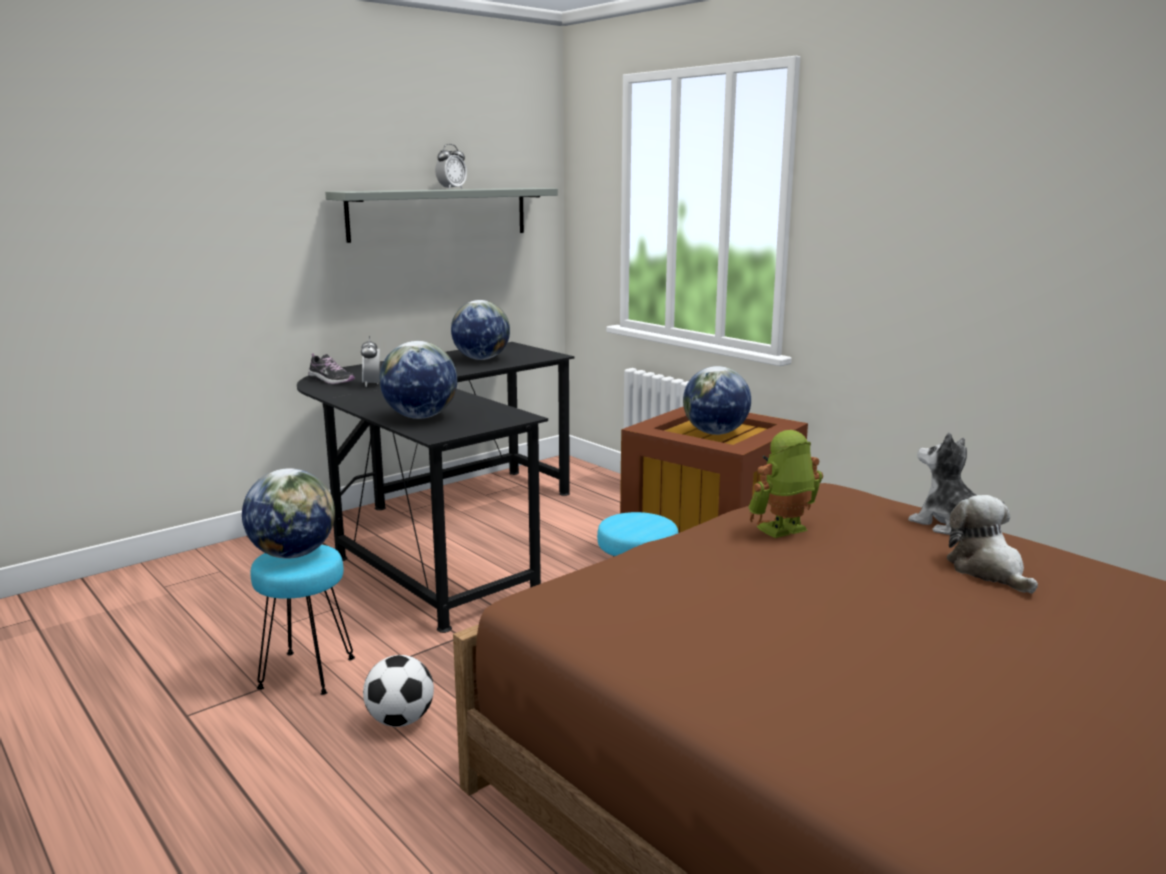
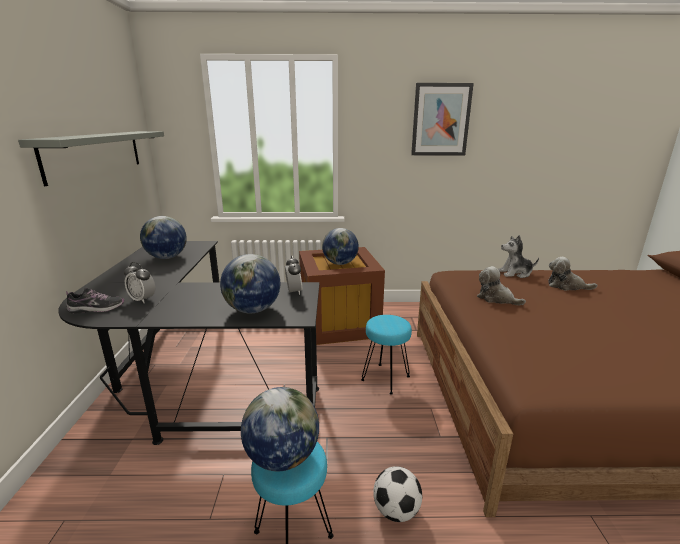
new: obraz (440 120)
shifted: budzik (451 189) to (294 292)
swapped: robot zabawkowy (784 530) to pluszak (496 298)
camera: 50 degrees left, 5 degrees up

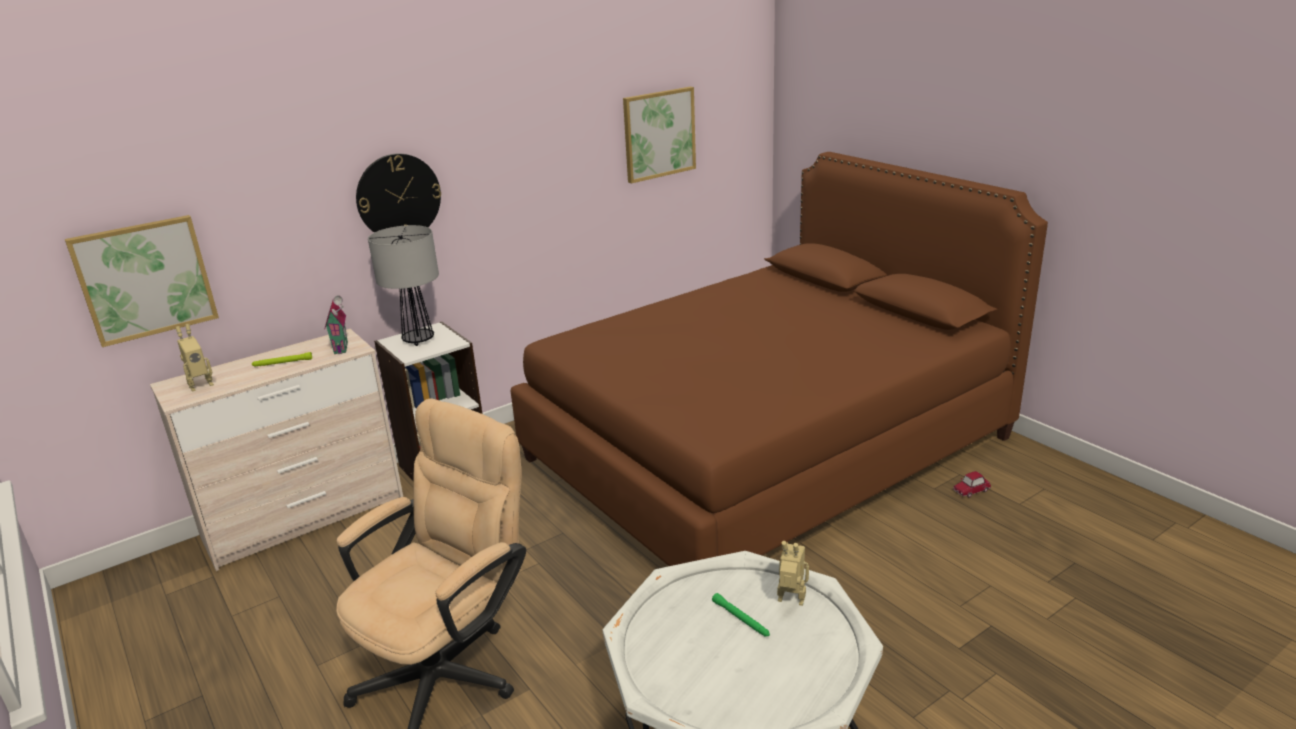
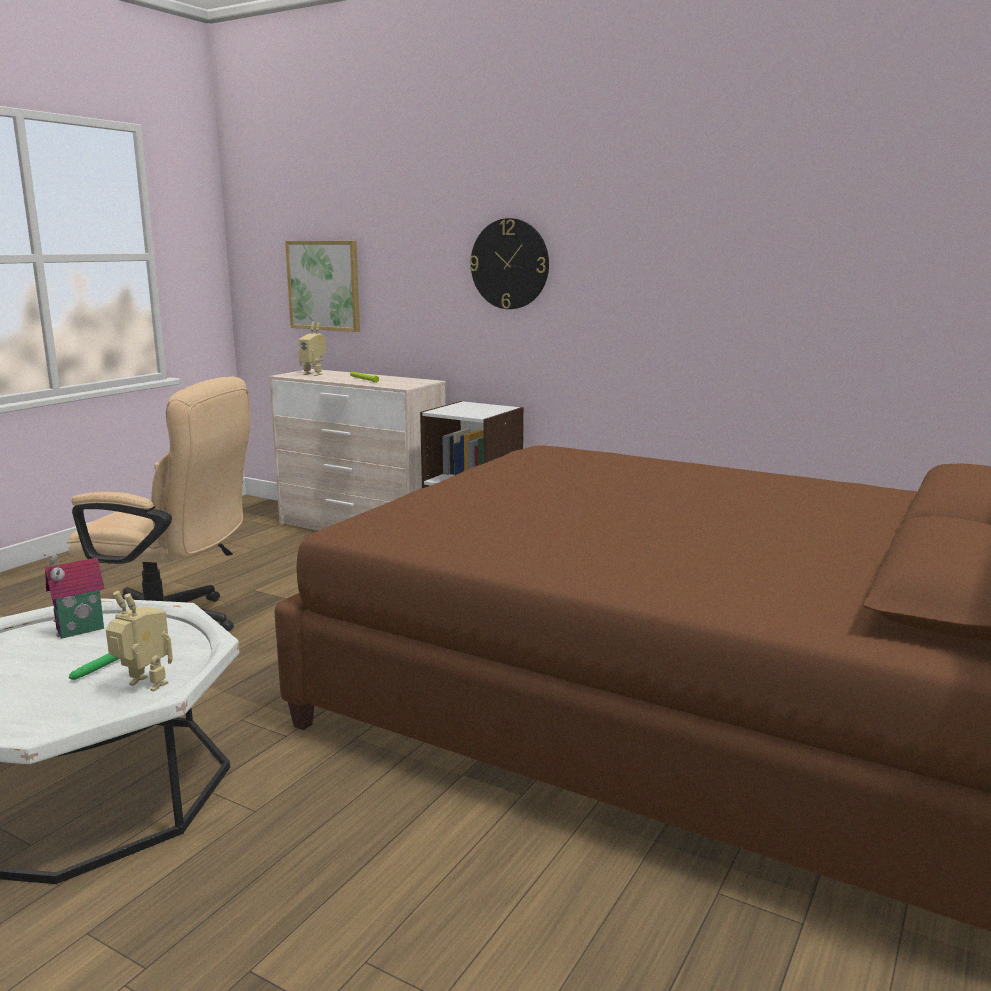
gone: lampa stołowa (419 340); obraz (659 134); samochodzik (971 490)
shifted: domek (343 348) to (81 631)
rotated: robot zabawkowy (790 602) = (143 686) 60 degrees counterclockwise
camera: 65 degrees right, 10 degrees down

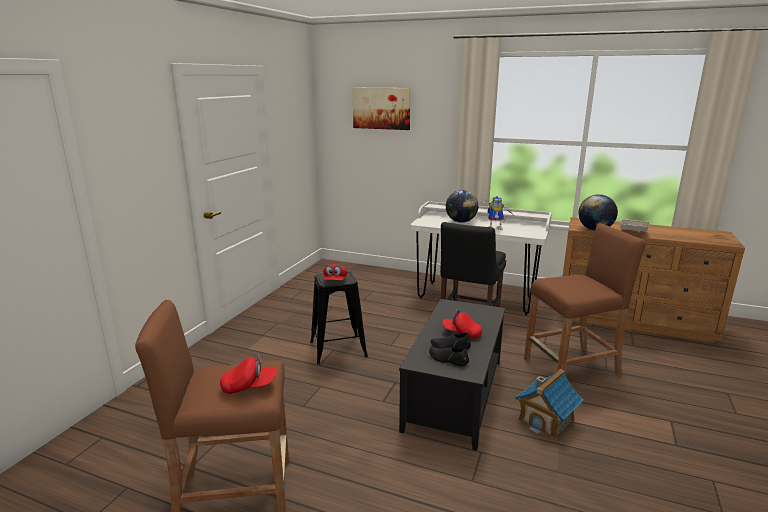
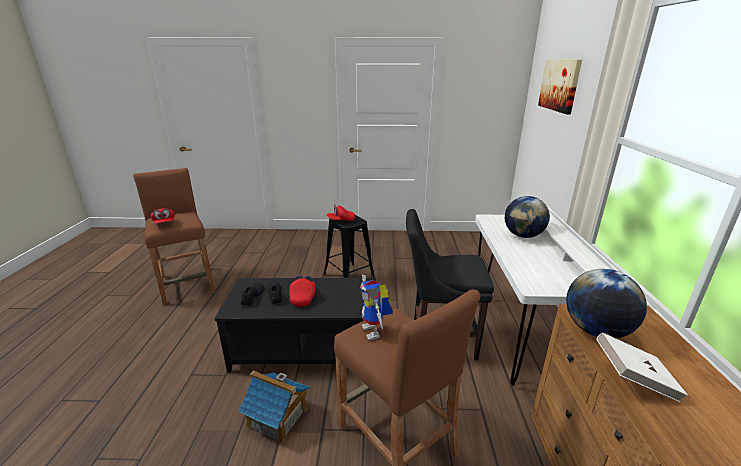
shifted: robot zabawkowy (496 228) to (375 332)
camera: 70 degrees right, 5 degrees up

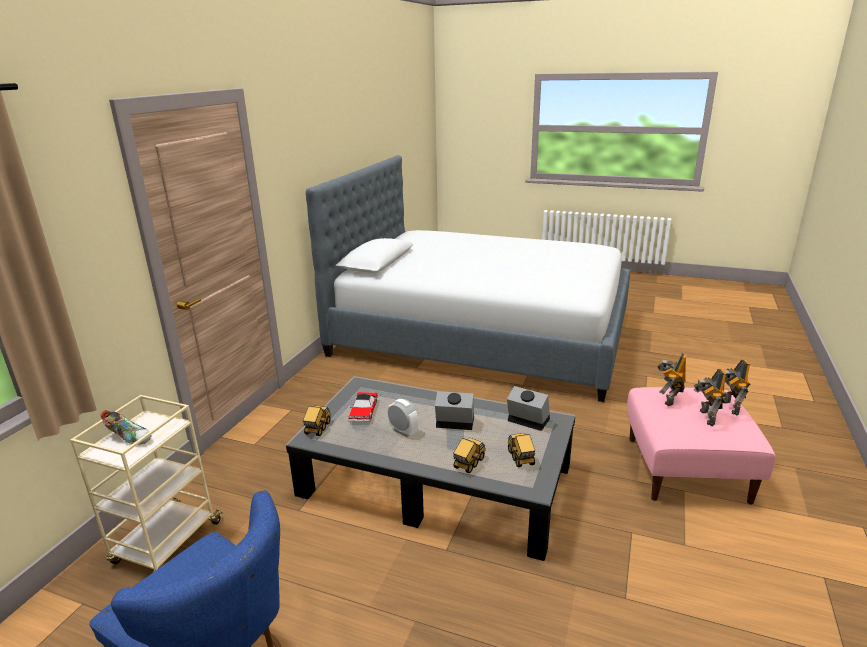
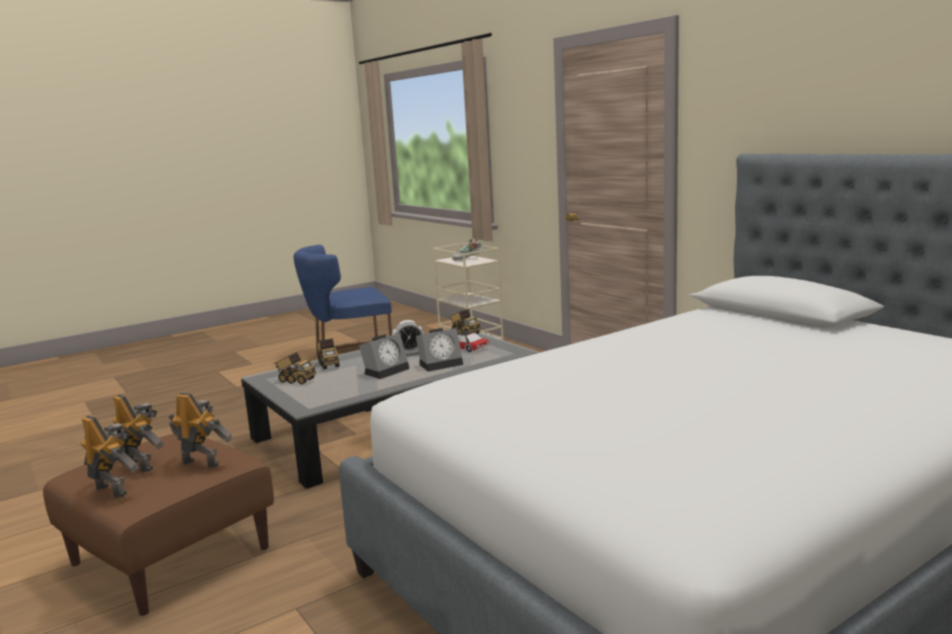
shifted: budzik (526 420) to (441 364)
repainted: pufa [różowy] (687 469) to pufa [brązowy] (169 556)
rotated: robot zabawkowy (669 399) = (201 462) 45 degrees counterclockwise
camera: 125 degrees right, 10 degrees down

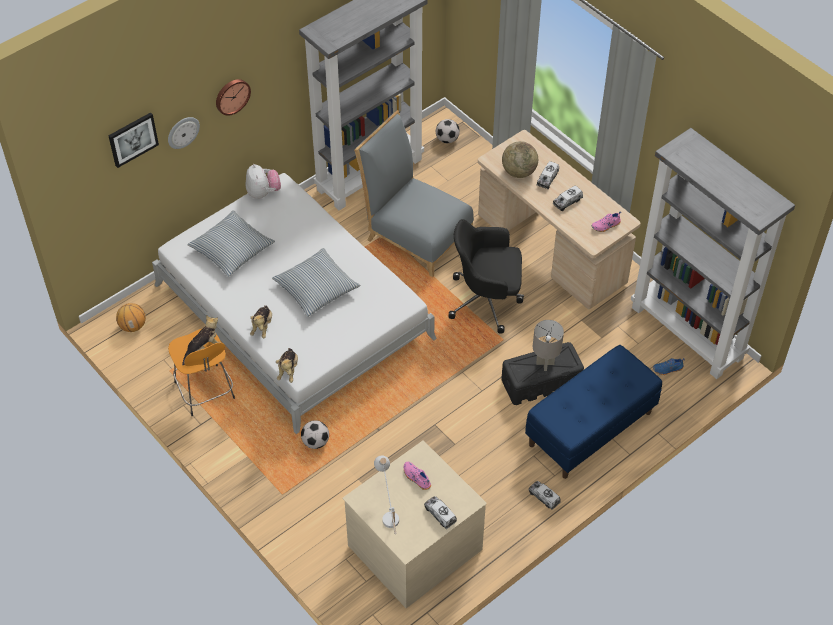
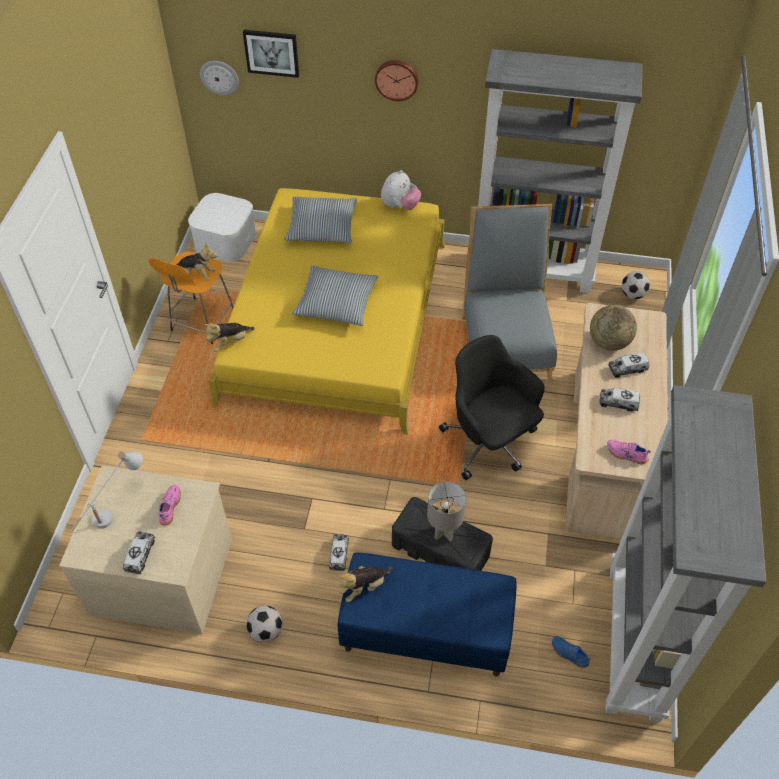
shifted: zegar ścienny (183 132) to (219 77); pluszak (262 326) to (364 587); piłka futbolowa (315 442) to (266 631); ciężarówka zabawkowa (544 497) to (339 555)
swapped: piłka do koszykówki (133 326) to pojemnik do przechowywania [biały] (225 240)
repainted: łóżko [biały] (293 311) to łóżko [żółty] (336 321)
camera: 50 degrees right, 0 degrees up

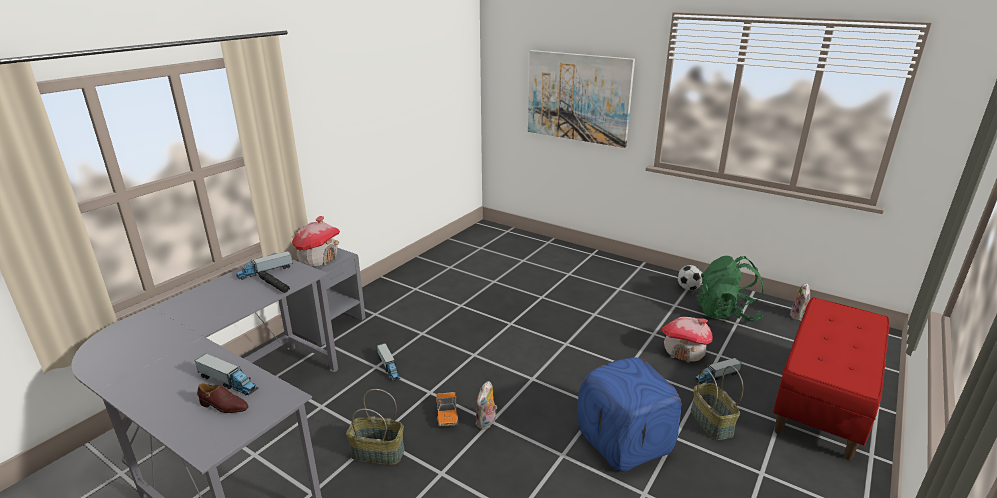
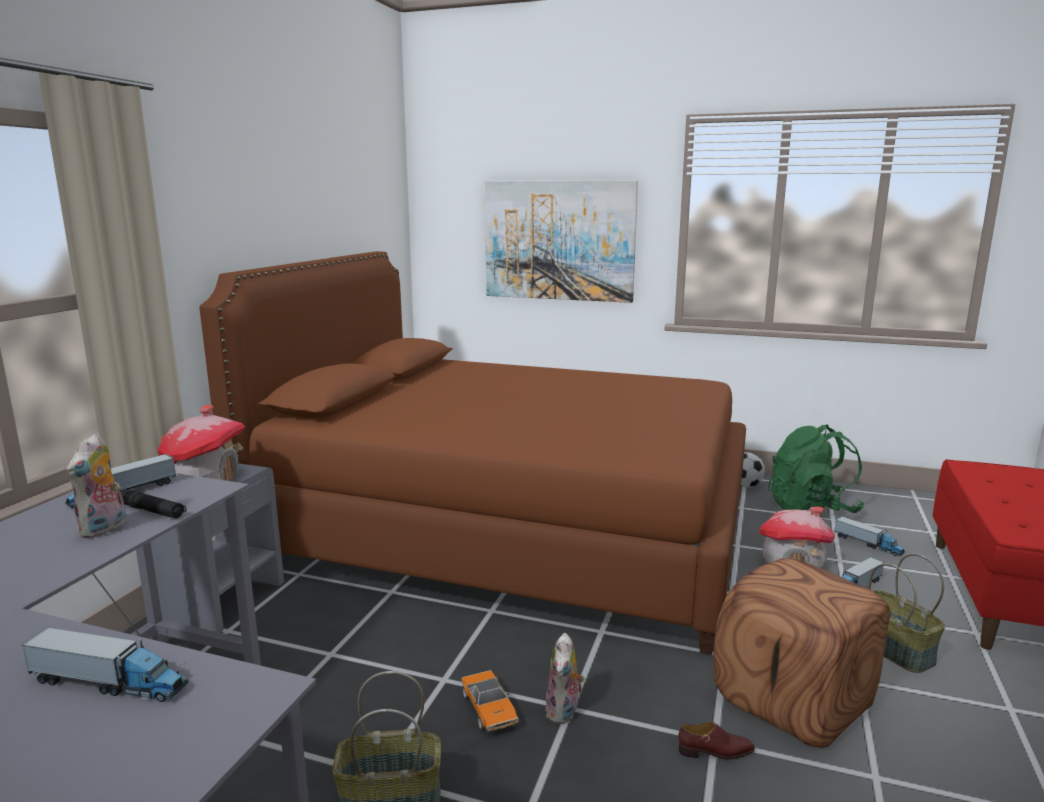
new: łóżko [brązowy] (510 529)
shifted: but [brązowy] (224 406) to (716 752); ciężarówka zabawkowa (389 367) to (868 544); pluszak (798 316) to (104 529)
repainted: pufa [niebieski] (624 441) to pufa [brązowy] (793 700)
camera: 15 degrees left, 10 degrees down

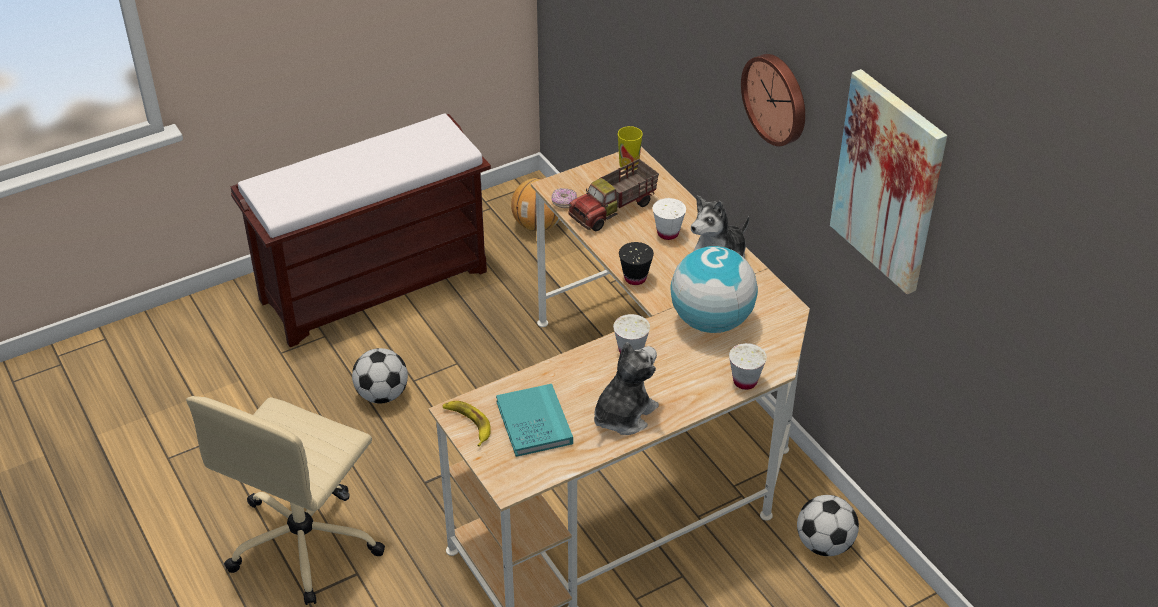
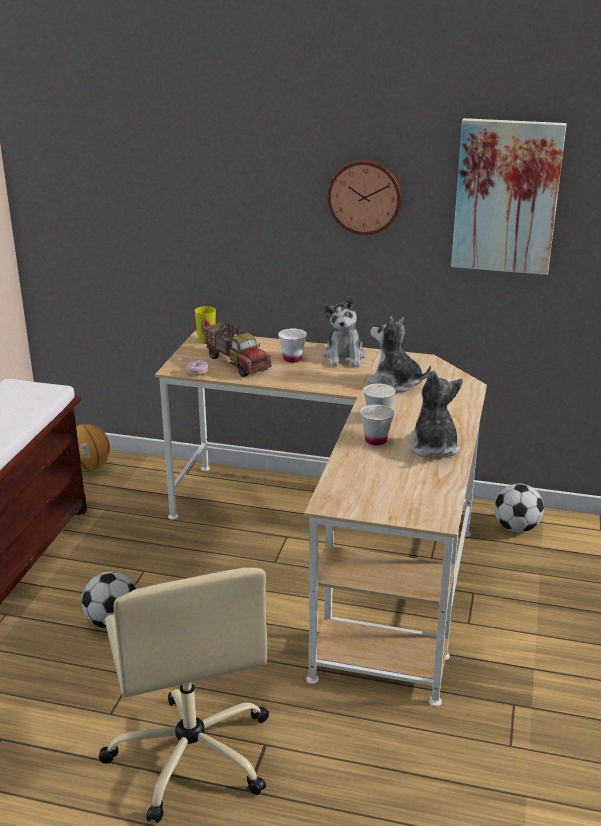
gone: banan (468 424); książka [turkusowy] (534 423); filiżanka [czarny] (635 278)
shifted: filiżanka [biały] (745 381) to (376 440)
swapped: globus (711 321) to pluszak (395 383)
rotated: ciężarówka zabawkowa (614 210) = (237 363) 45 degrees counterclockwise
camera: 45 degrees left, 15 degrees down

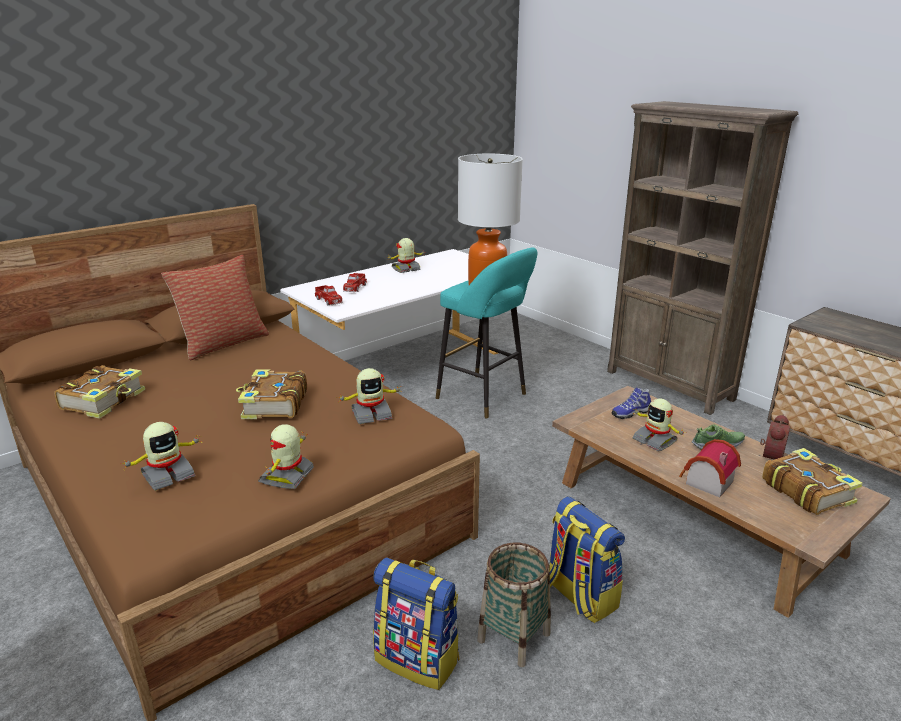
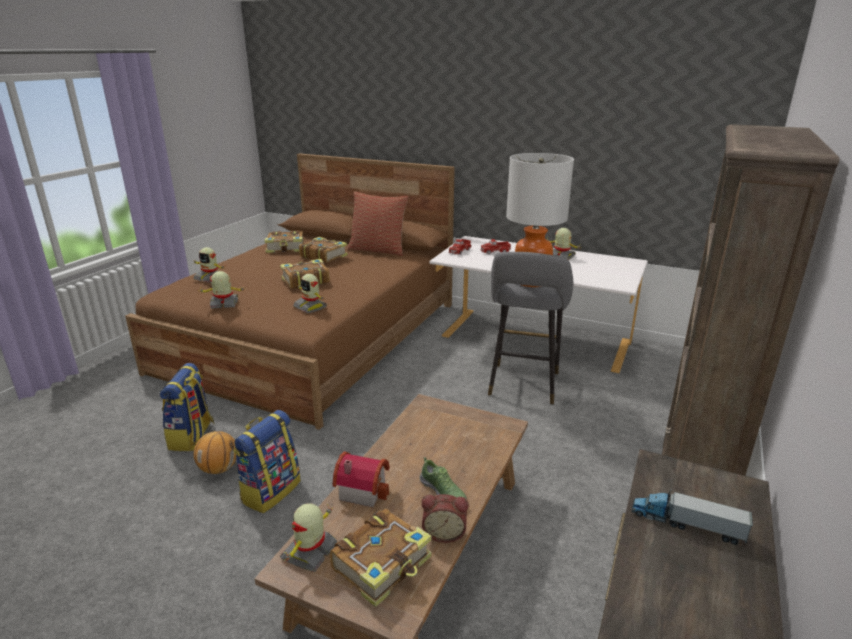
gone: but (630 413)
new: książka (323 256); ciężarówka zabawkowa (686 524)
shifted: robot zabawkowy (655 440) to (310 552)
swapped: koszyk (513 637) to piłka do koszykówki (219 469)
repainted: stołek [turkusowy] (485 397) to stołek [szary] (523 386)
camera: 65 degrees right, 0 degrees up

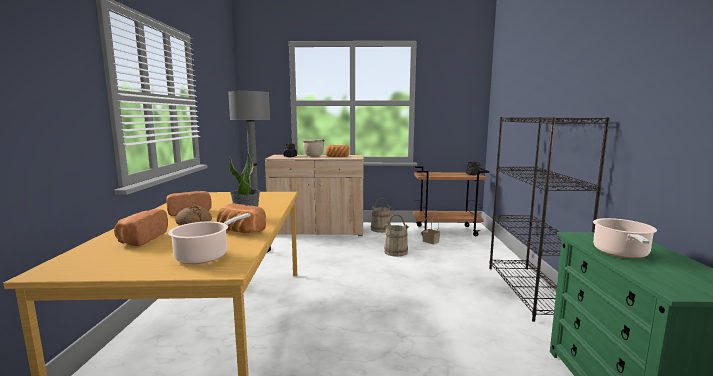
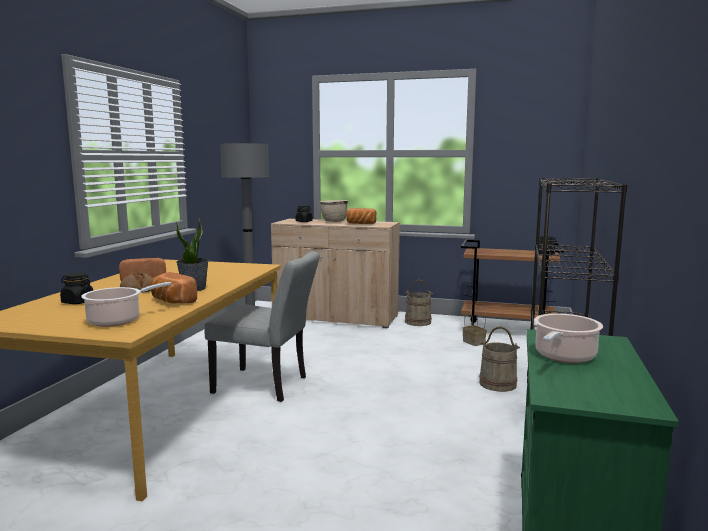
new: krzesło [szary] (267 385)
shifted: wiadro [beżowy] (395 252) to (497 384)
swapped: chleb (141 239) to słoik [czarny] (77 302)
camera: 15 degrees right, 0 degrees up

